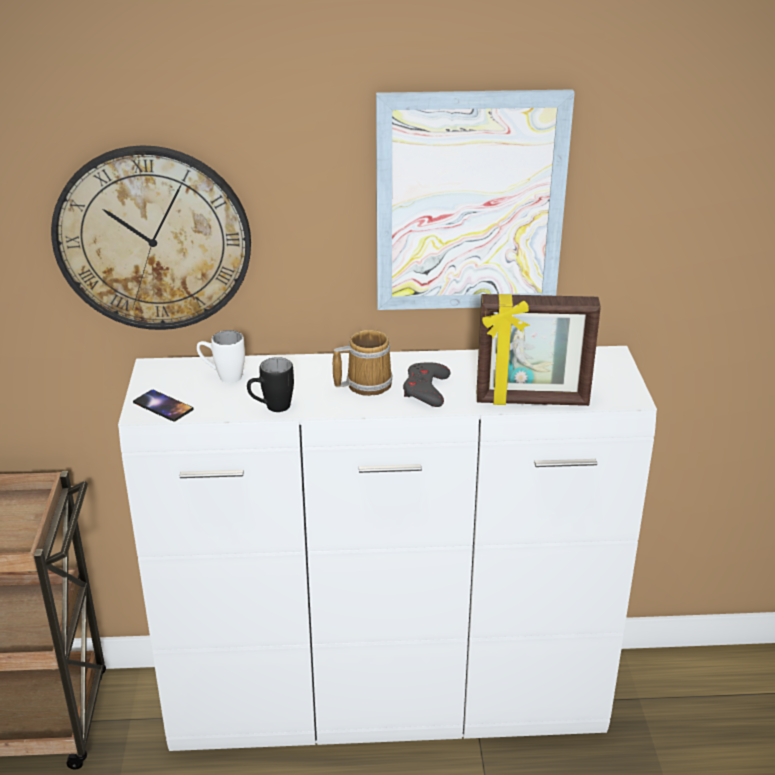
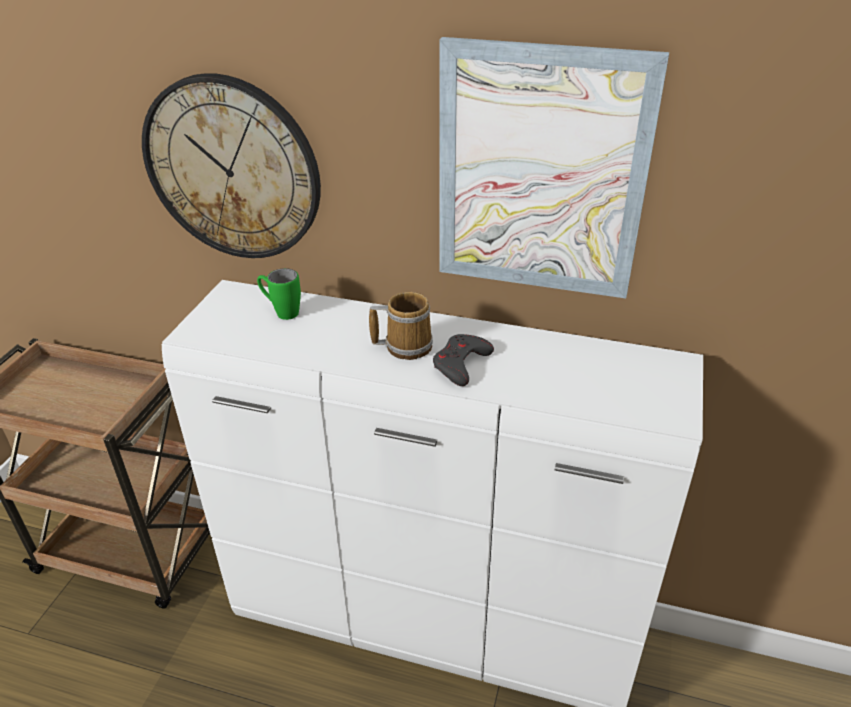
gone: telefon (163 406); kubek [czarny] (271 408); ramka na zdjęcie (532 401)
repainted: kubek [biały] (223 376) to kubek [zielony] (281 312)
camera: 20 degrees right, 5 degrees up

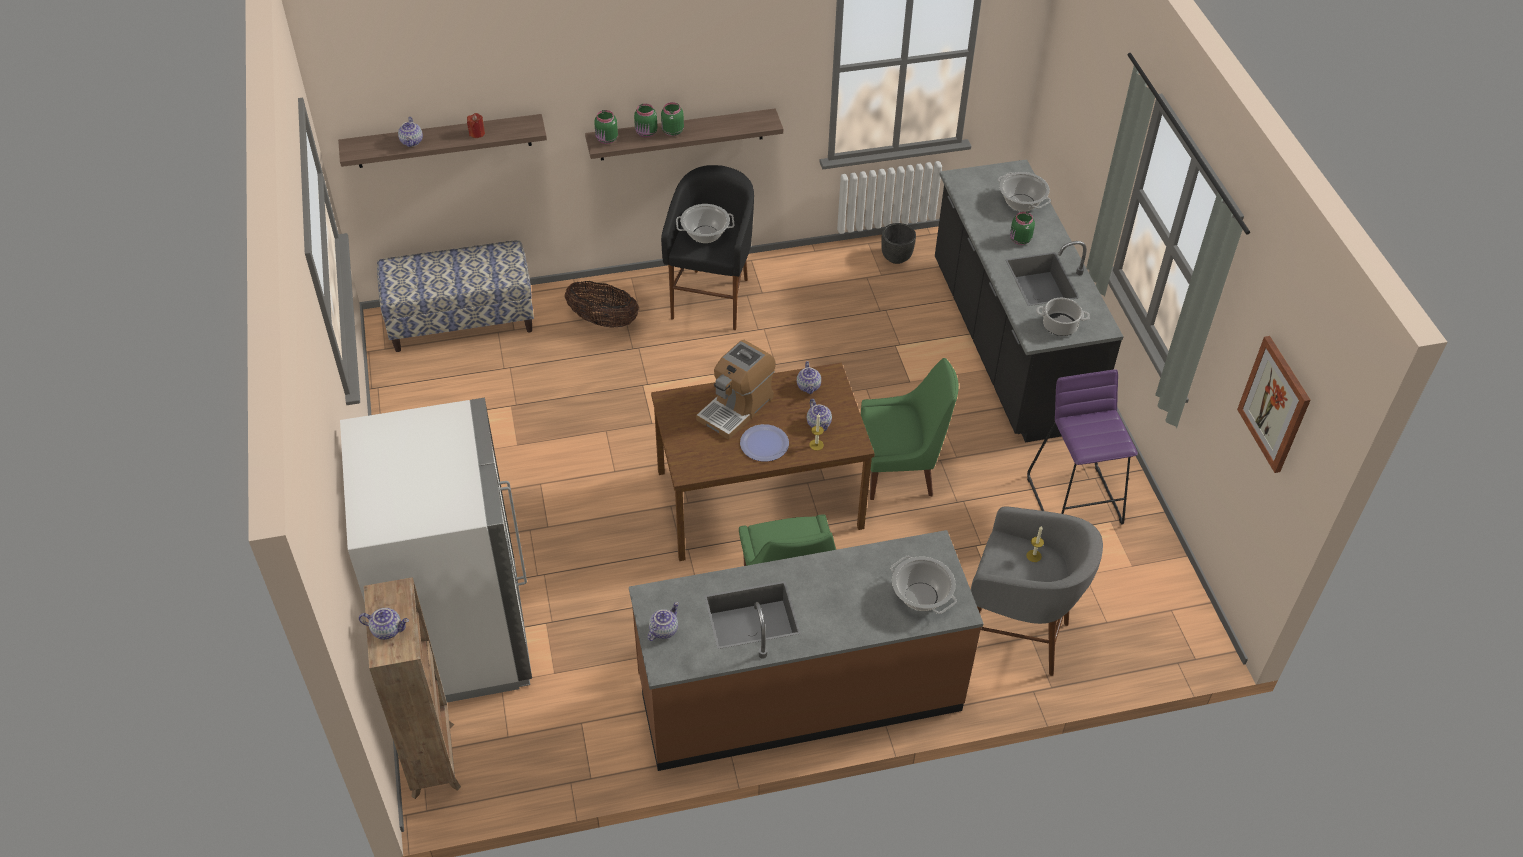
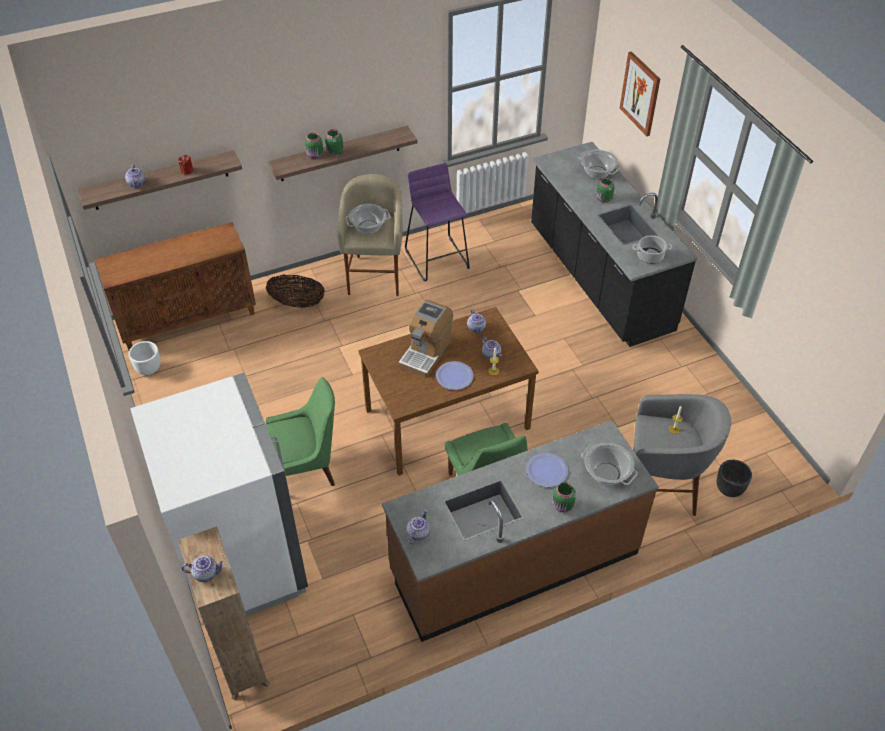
new: donica [biały] (149 369); talerz (547 470)
shifted: słoik [zielony] (606 139) to (562 506); krzesło [zielony] (900 471) to (307 468); donica [czarny] (896 257) to (729 489); stołek [fioletowy] (1075 499) to (437 259); obraz (1275 404) to (640 93)
swapped: ławka (462 321) to szafka [brązowy] (188 319)
repainted: stołek [czarny] (712 299) to stołek [beżowy] (375 275)
camera: 10 degrees left, 0 degrees up

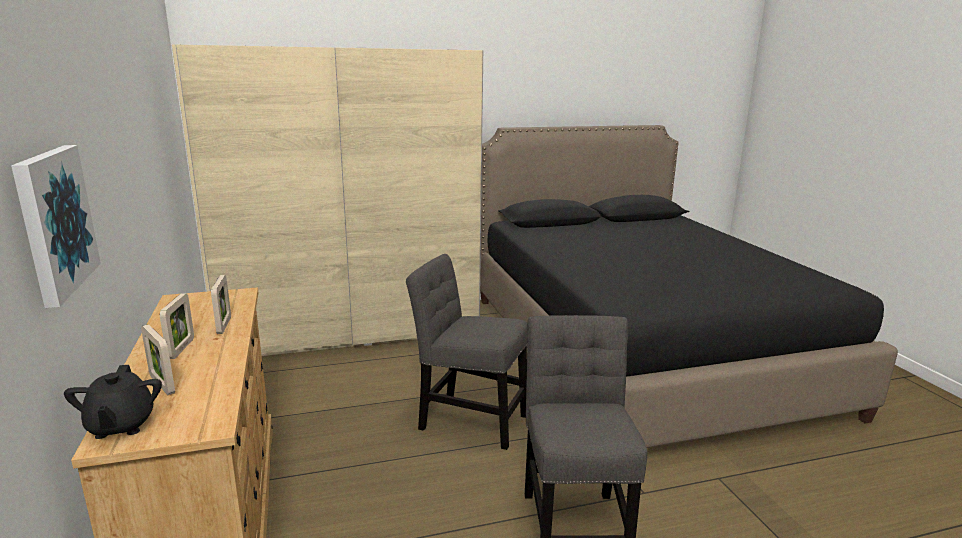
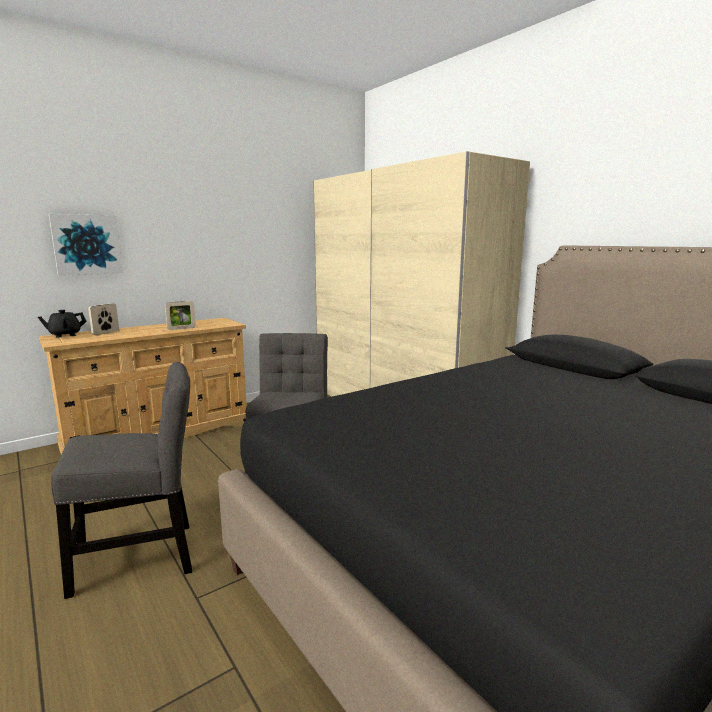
gone: ramka na zdjęcie (181 349)
camera: 70 degrees right, 5 degrees down

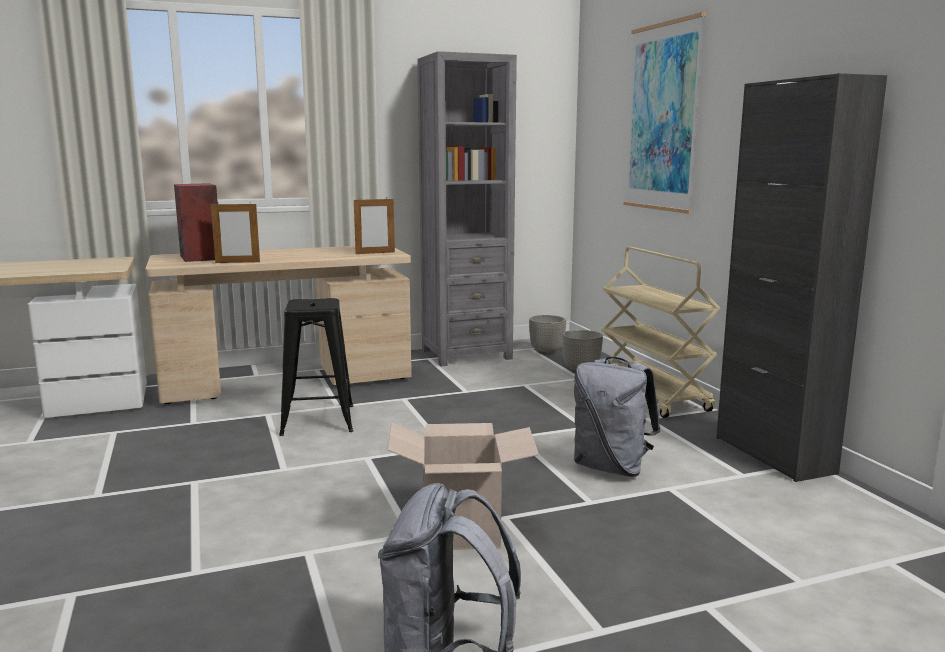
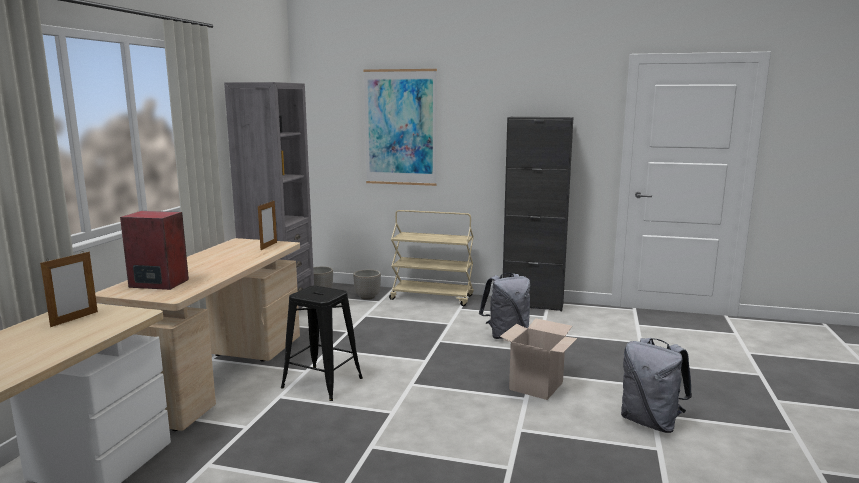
shifted: ramka na zdjęcie (237 262) to (74 319)
camera: 55 degrees left, 0 degrees up

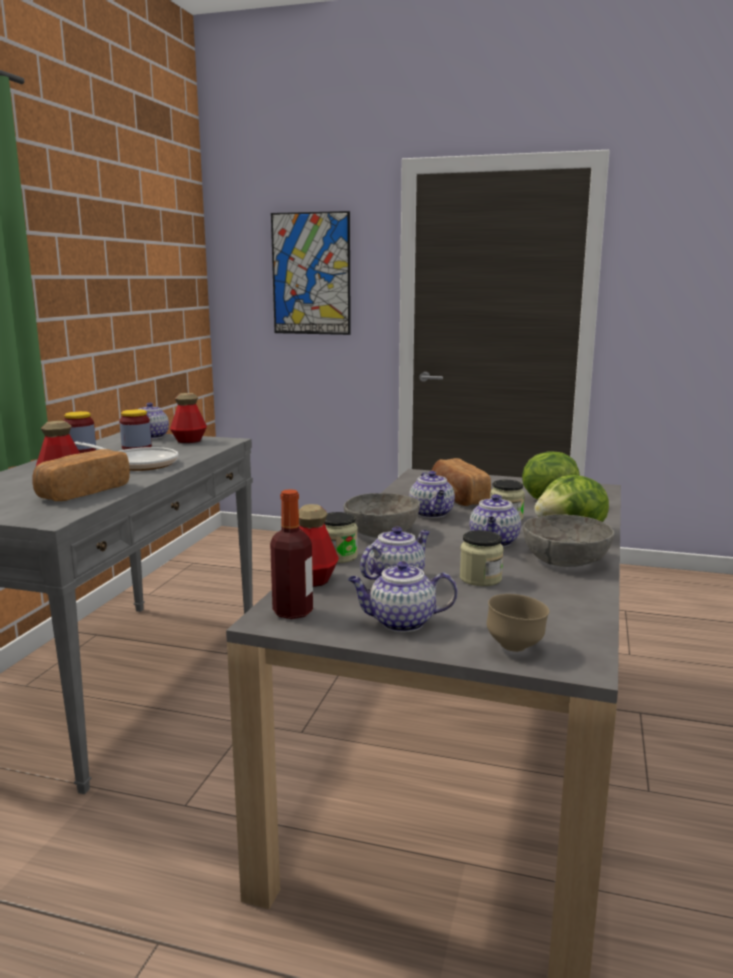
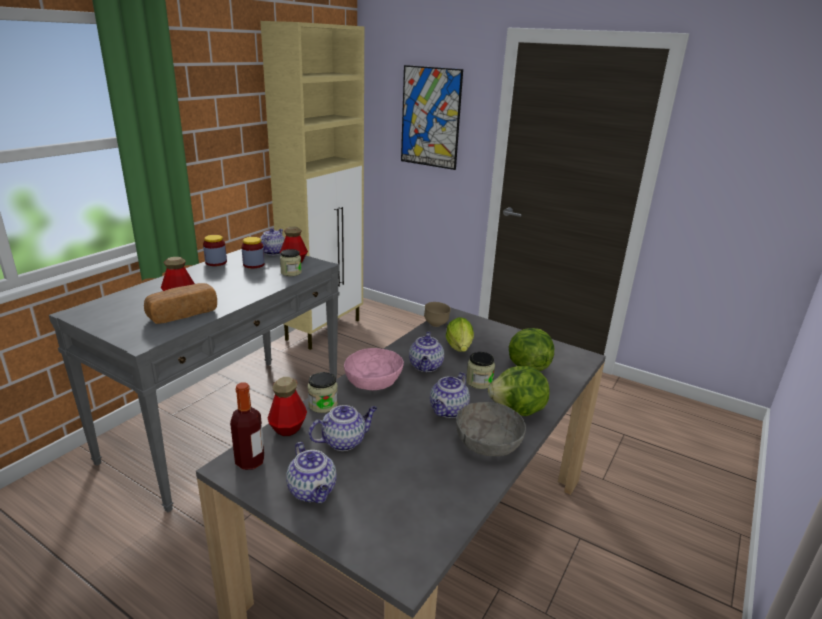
gone: patelnia (138 464)
new: szafka [beżowy] (324 329)
shifted: słoik (480 578) to (291 272); miska [brązowy] (515 647) to (436 325)
swapped: chleb (457 497) to sałata (459 349)
repainted: miska [szary] (381 532) to miska [różowy] (373 382)
rotated: imbryk (400 623) = (313 491) 135 degrees counterclockwise
camera: 15 degrees right, 10 degrees up

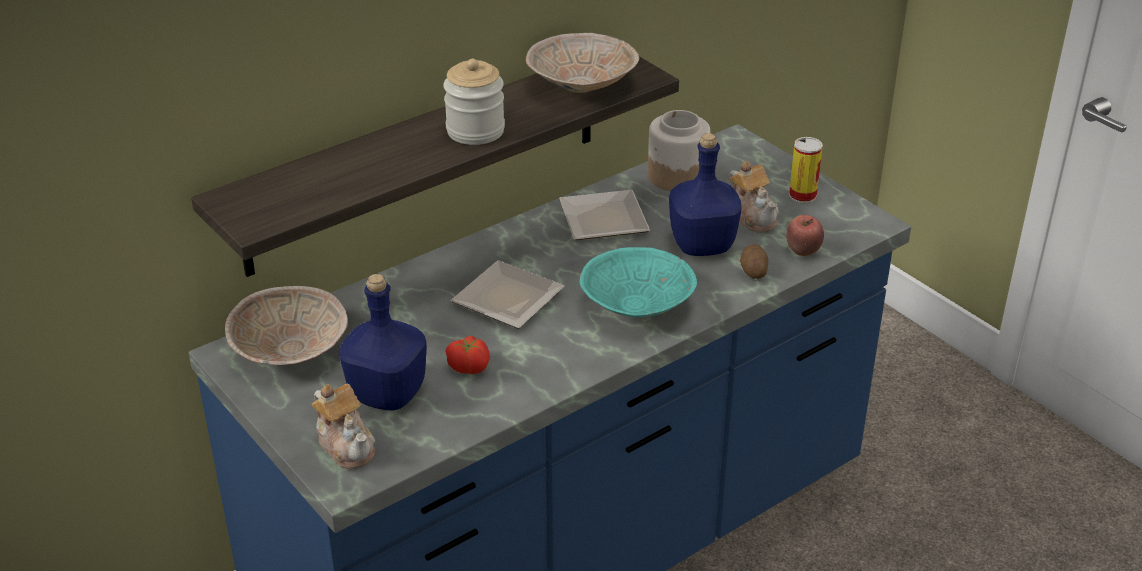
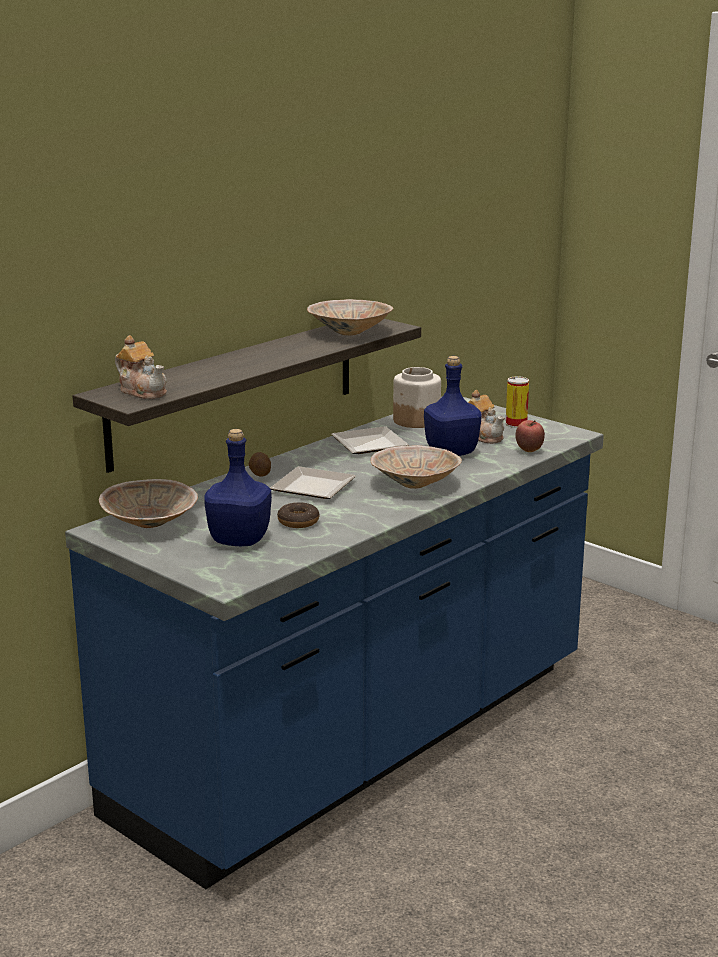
gone: słoik (475 131)
shifted: imbryk (346 445) to (143 391); ziemniak (753 271) to (260 473)
swapped: pomidor (469 366) to donut (298 522)
repainted: miska [turkusowy] (638 305) to miska [beżowy] (415 483)
camera: 10 degrees left, 15 degrees down

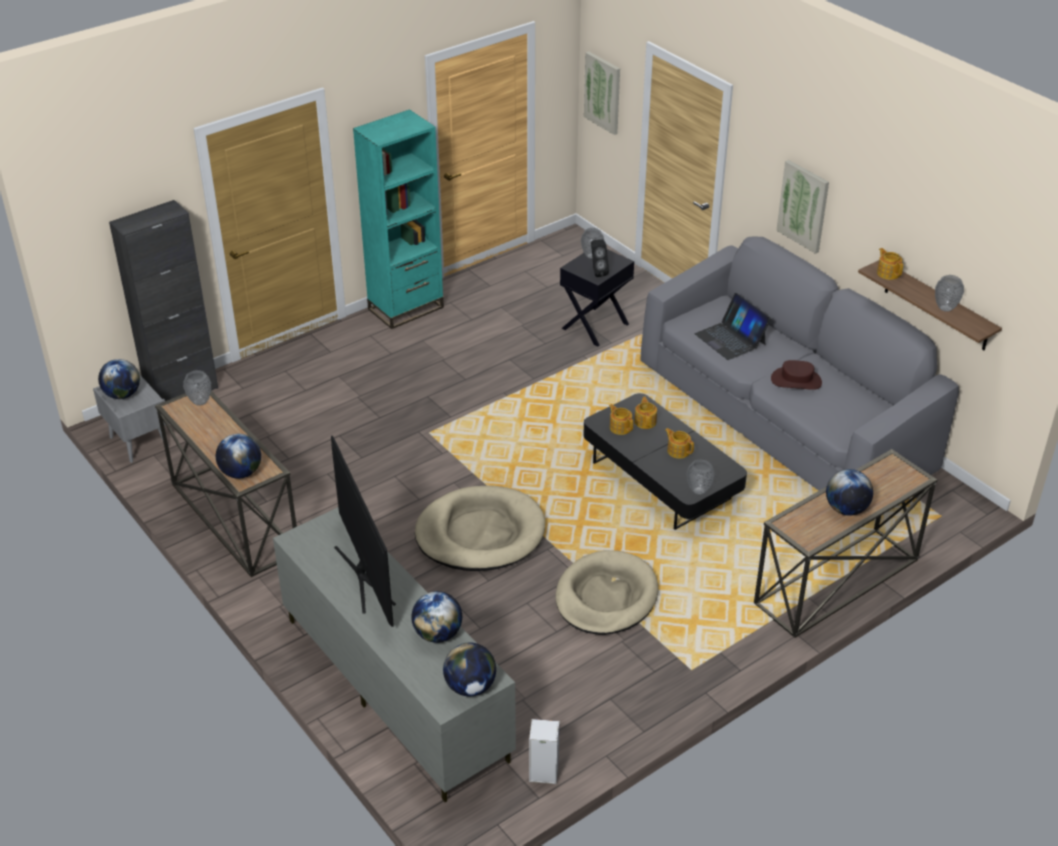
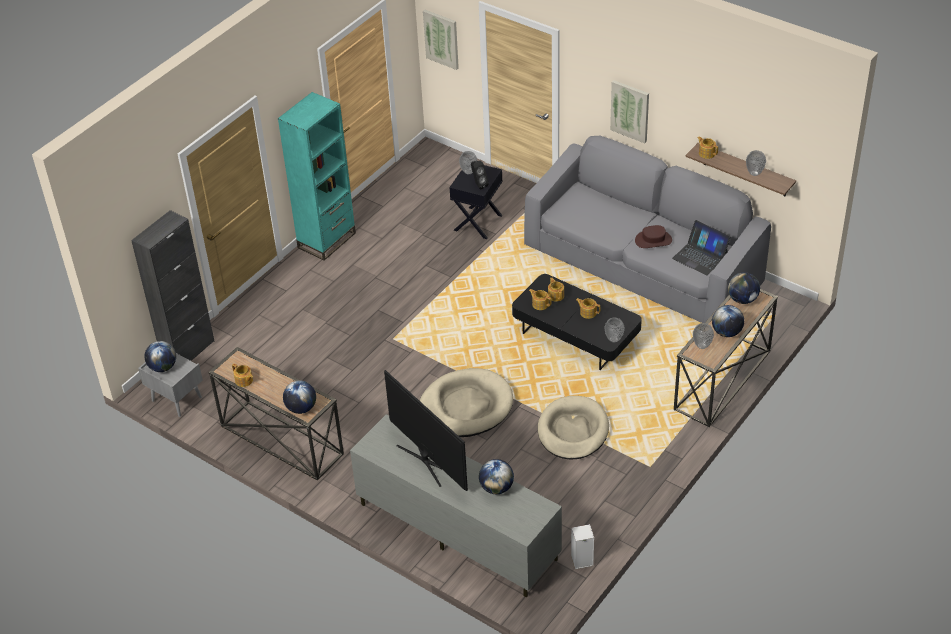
new: imbryk (244 381)
shifted: wazon (200 402) to (702 346); globus (470 687) to (742 299); laptop (730 339) to (700 256)
camera: 15 degrees left, 5 degrees up

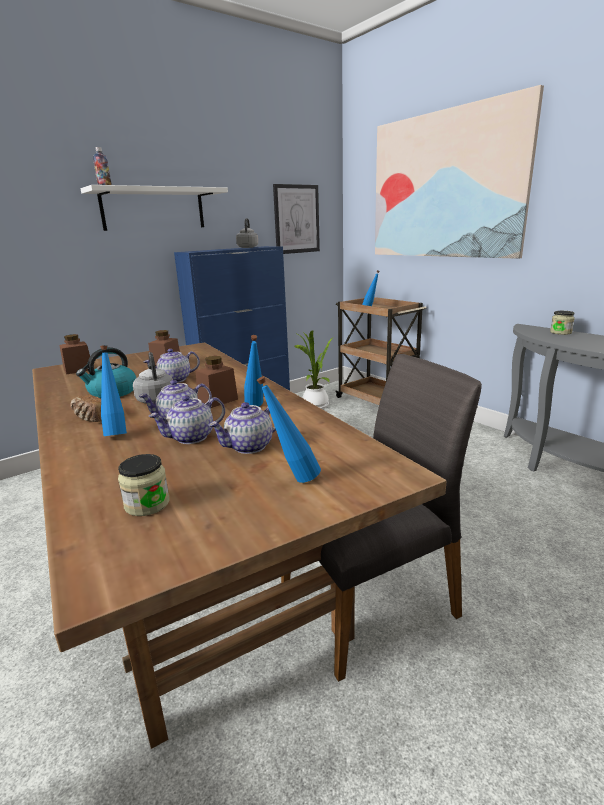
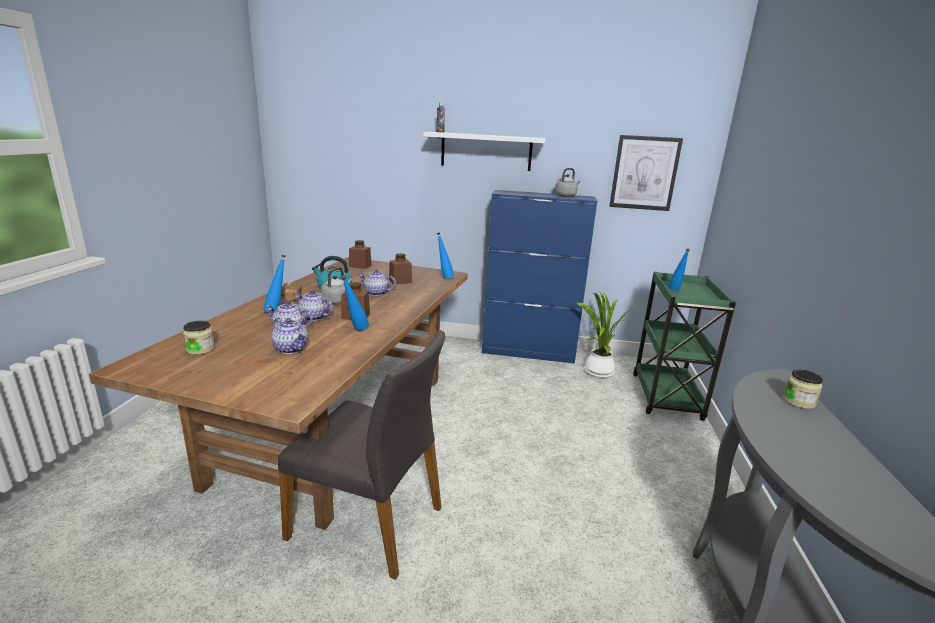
gone: obraz (445 186)
shifted: butelka [niebieski] (292 479) to (444 277)
repainted: wózek [brązowy] (377 401) to wózek [zielony] (666 398)
rotated: imbryk (249 447) = (291 349) 150 degrees counterclockwise
camera: 45 degrees right, 0 degrees up

